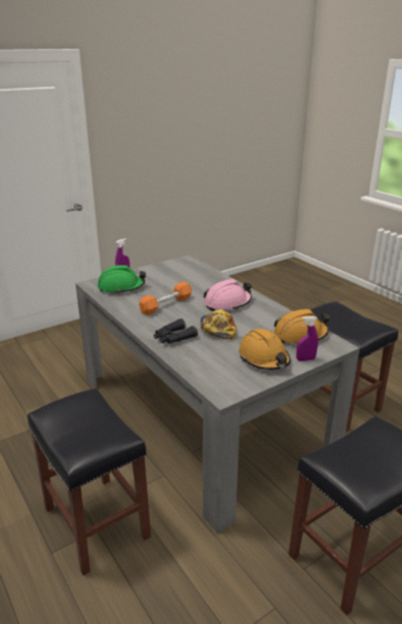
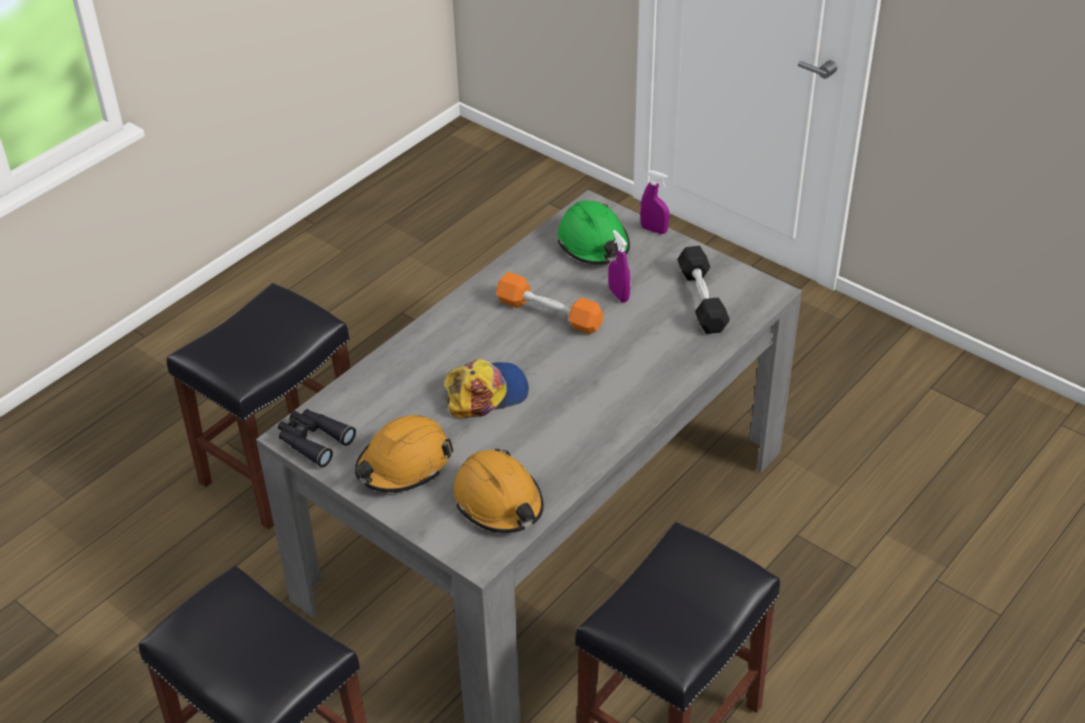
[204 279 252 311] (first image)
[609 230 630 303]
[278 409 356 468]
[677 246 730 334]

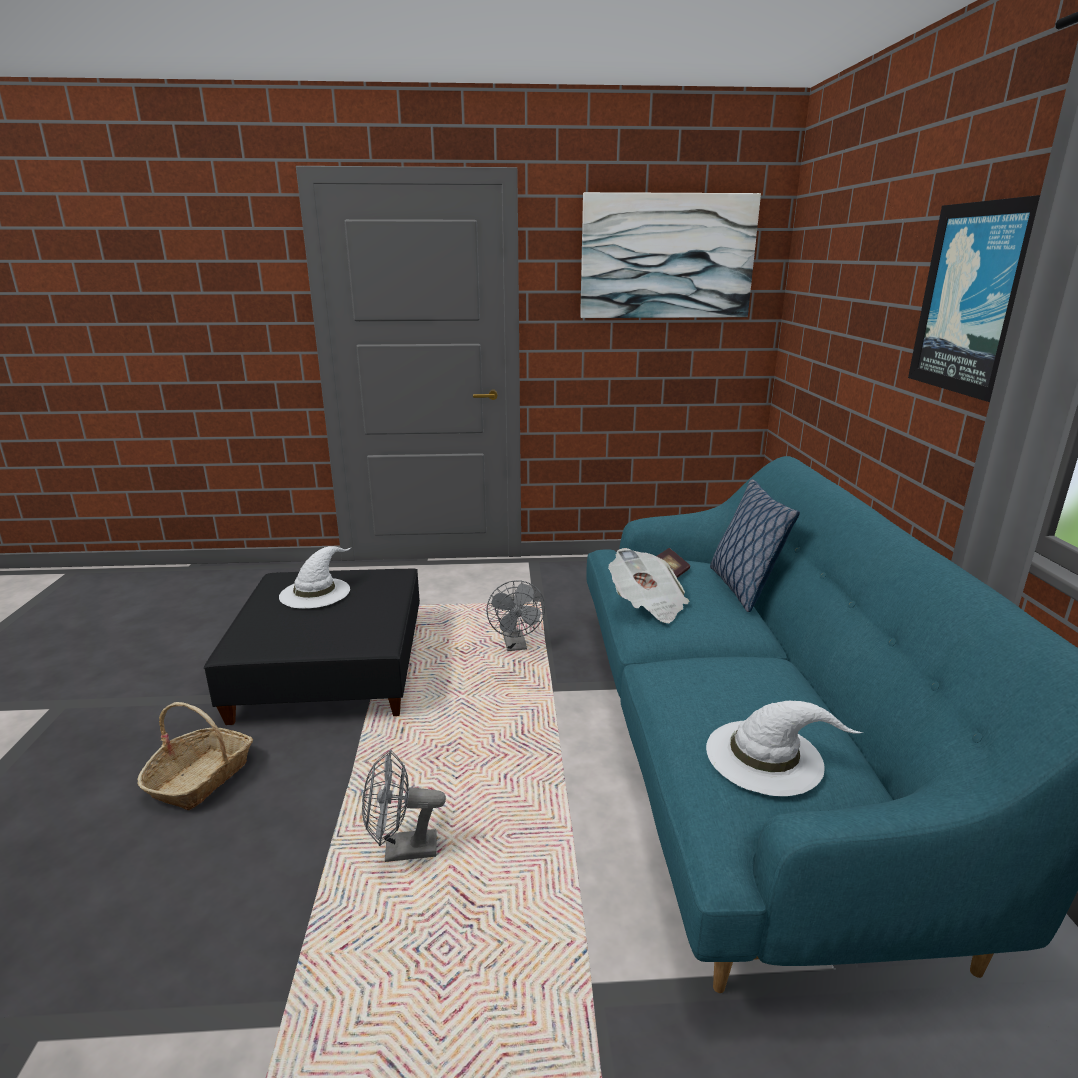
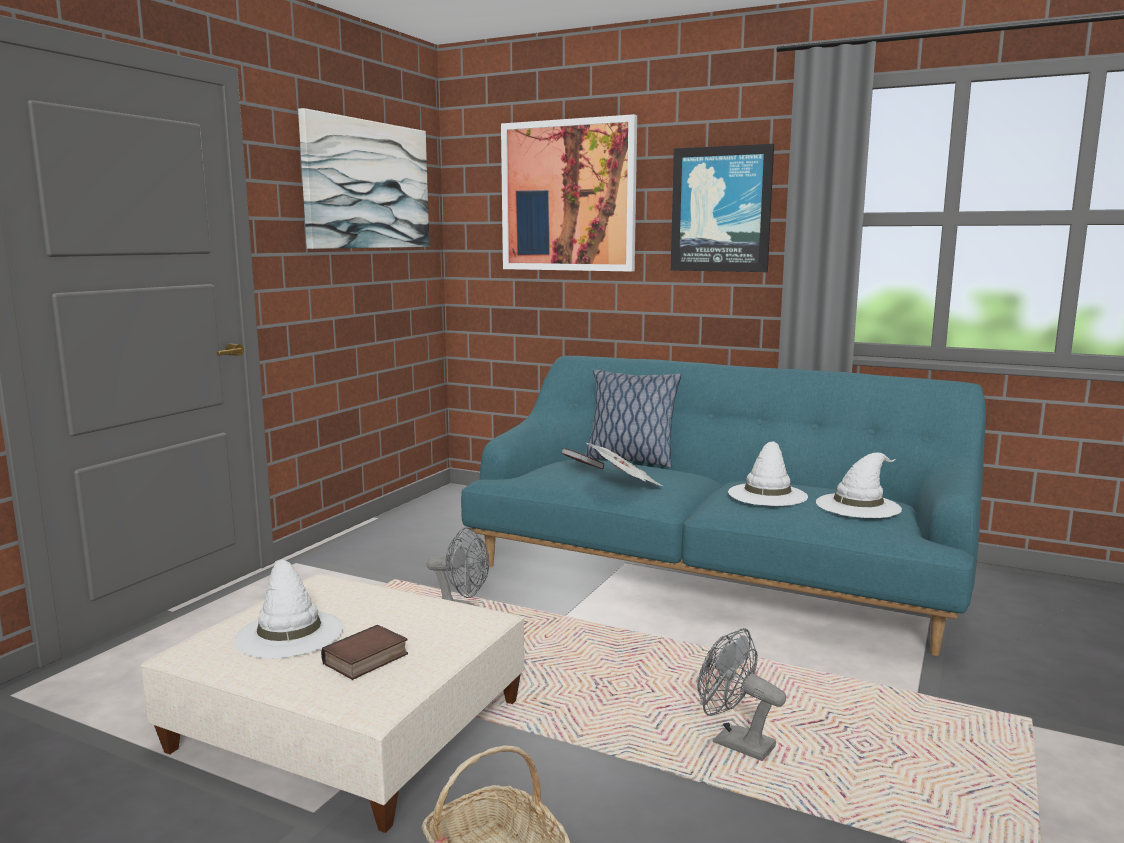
[140 574 524 833]
[697 628 786 761]
[501 114 637 272]
[728 441 808 506]
[321 625 408 680]

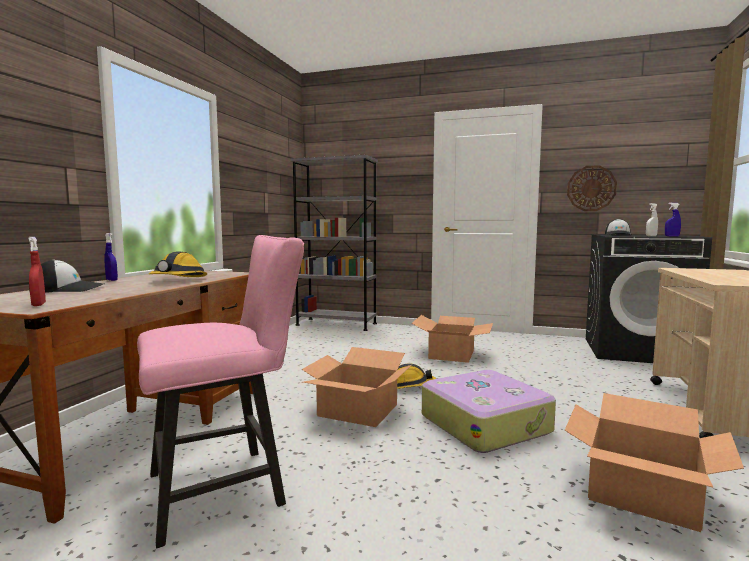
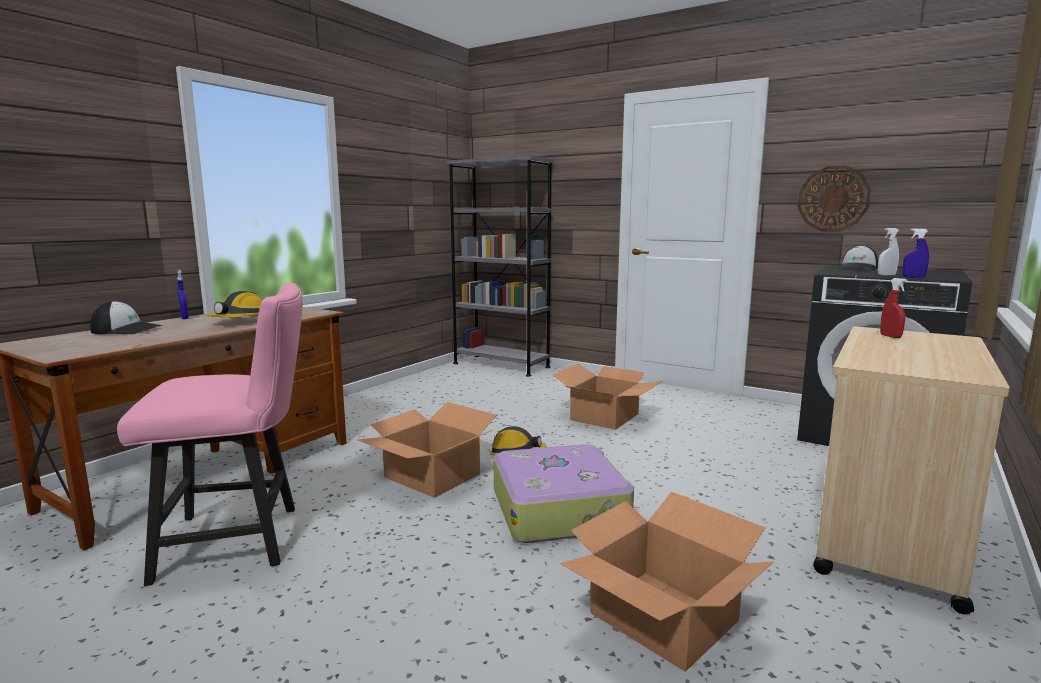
[880 278 908 338]

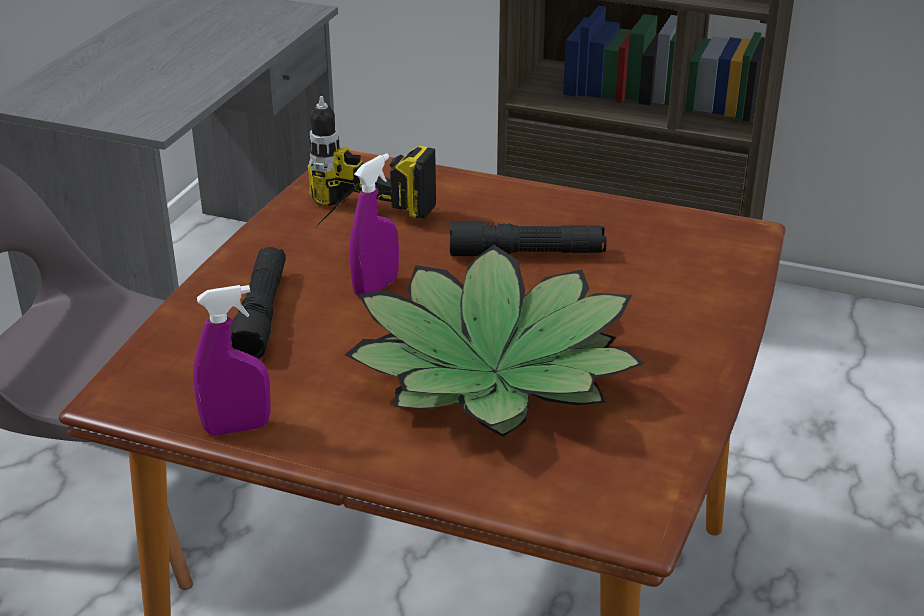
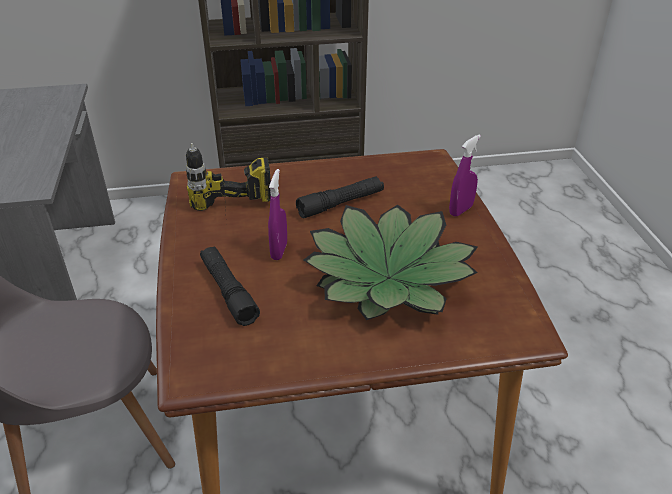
[449 135 481 217]

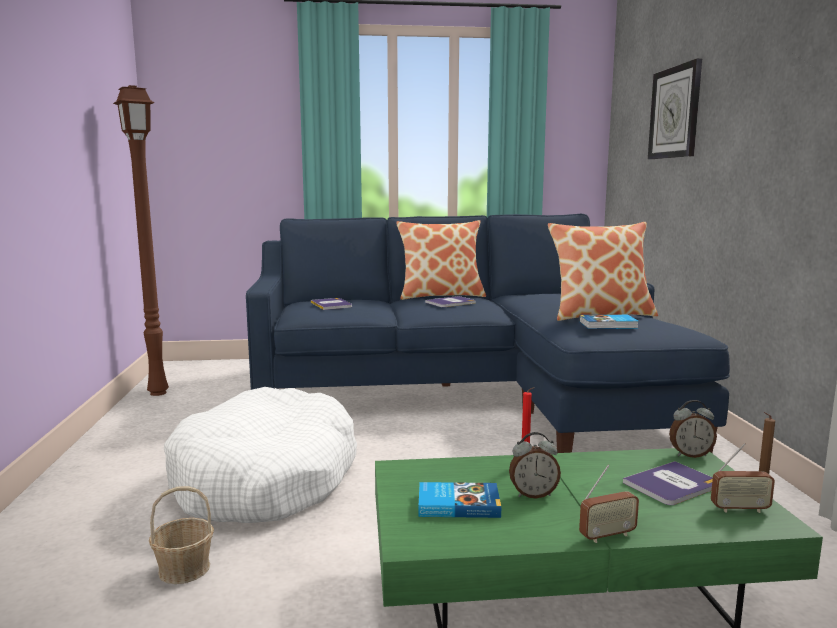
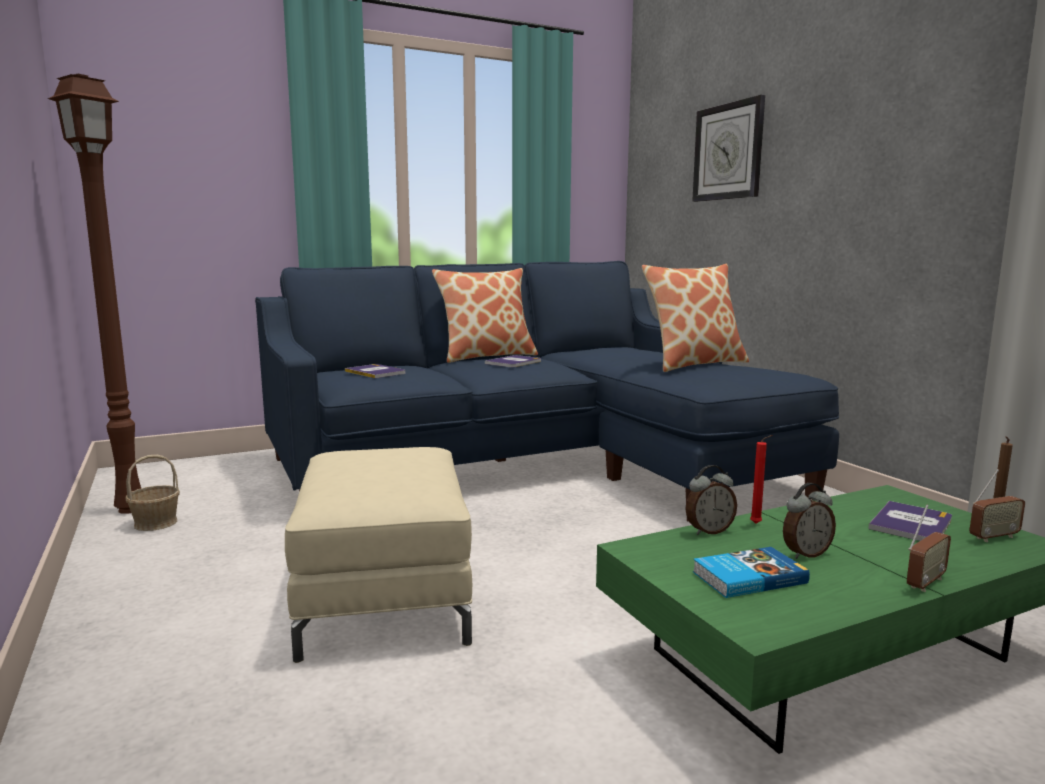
[579 315 638 329] (first image)
[285 447 472 663]
[685 465 737 535]
[126 455 180 531]

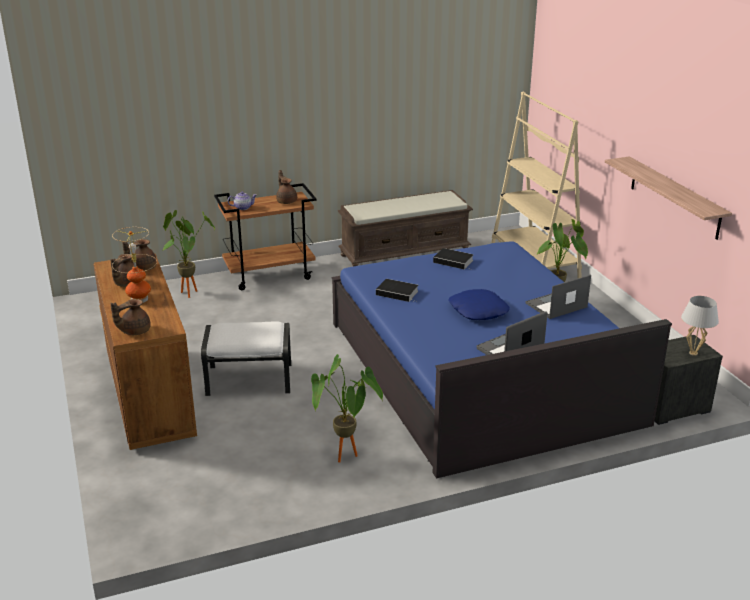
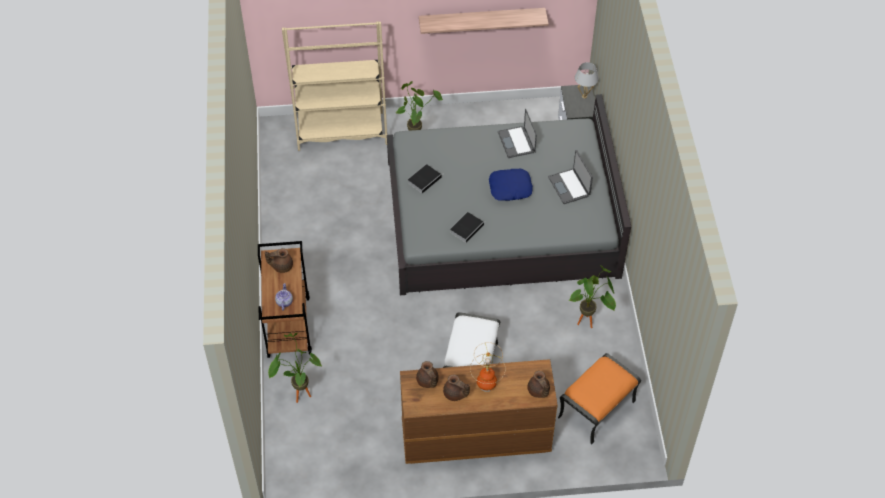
[338 190 473 267] (first image)
[387 94 631 295]
[558 353 641 445]

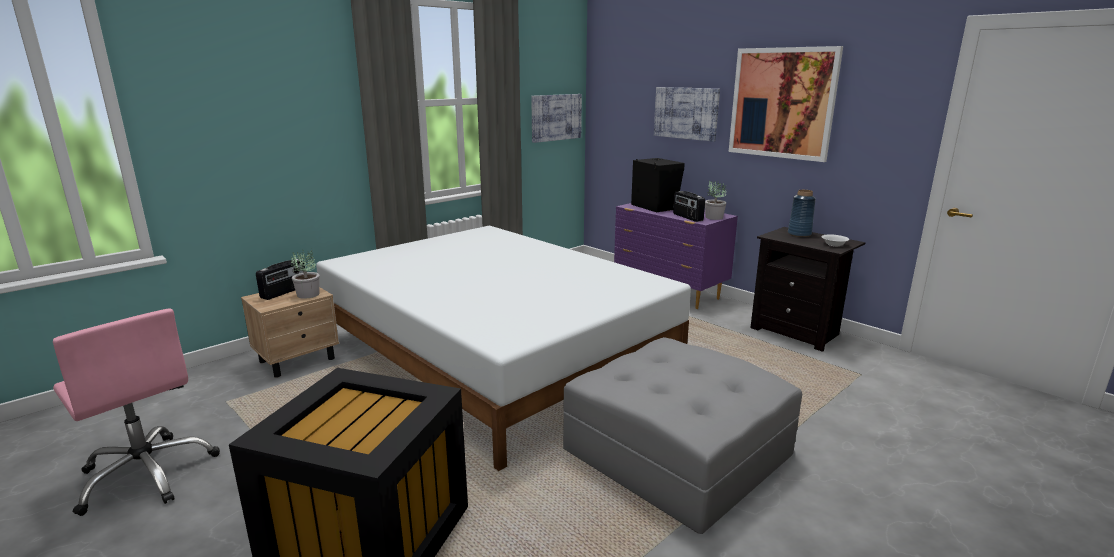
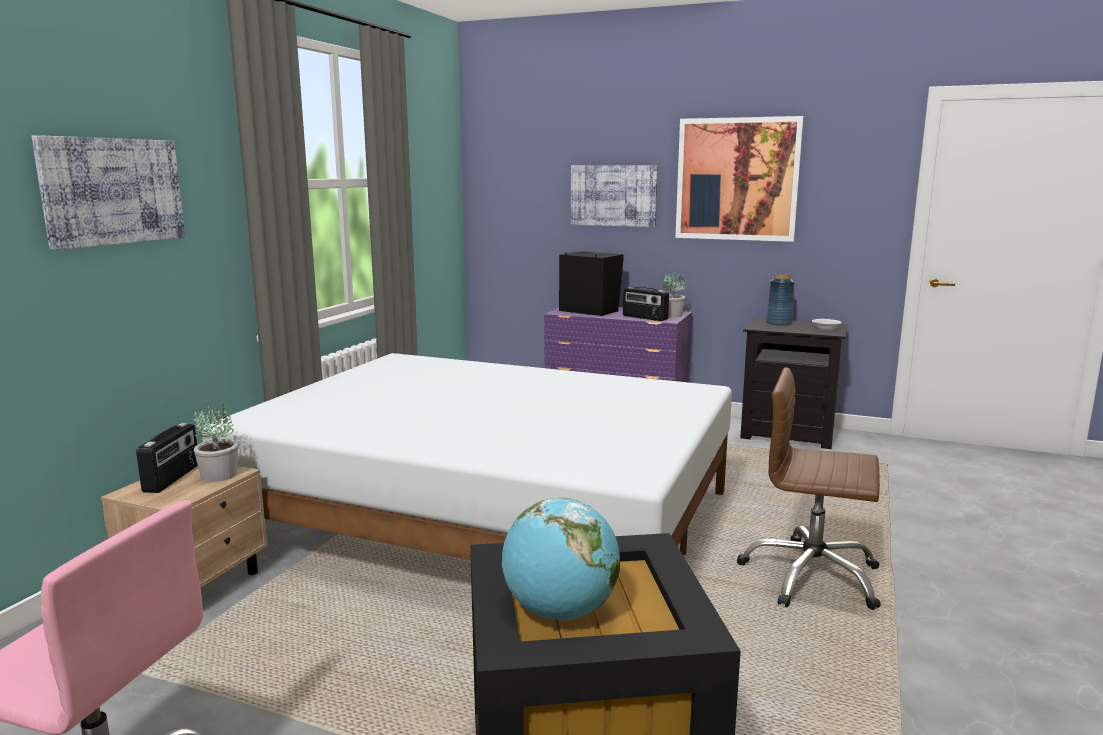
[32 135 185 250]
[737 367 881 610]
[502 498 620 620]

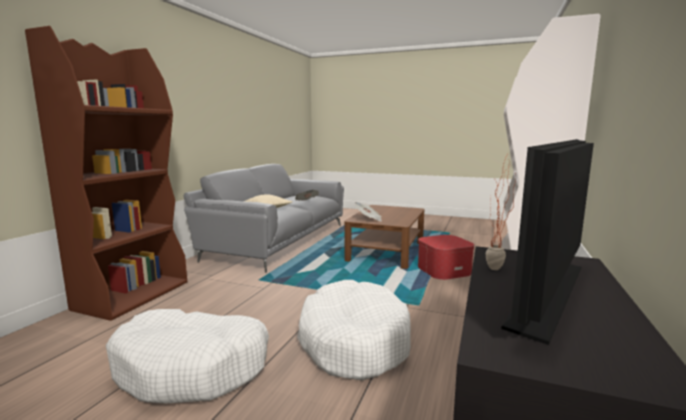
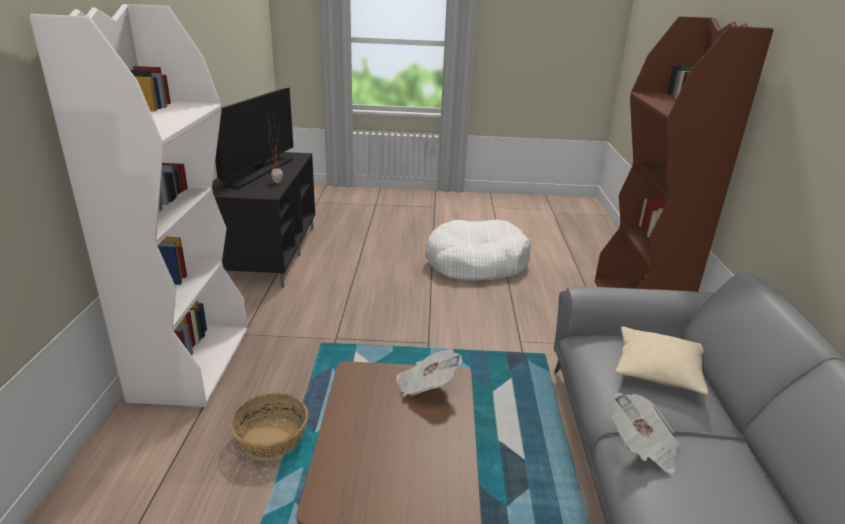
[230 393 308 459]
[297 280 411 381] (first image)

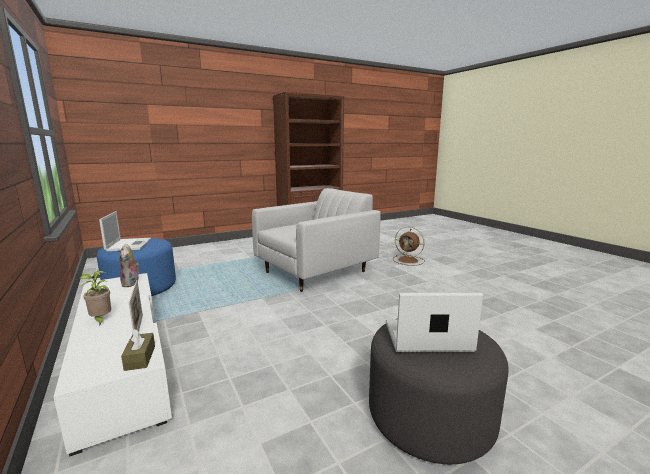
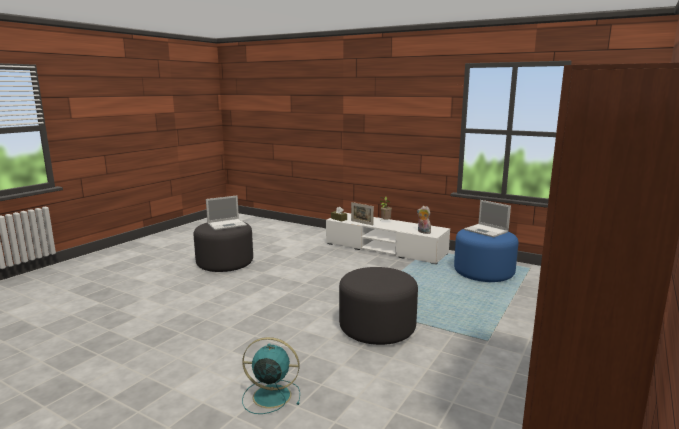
[339 267 418 345]
[242 337 300 414]

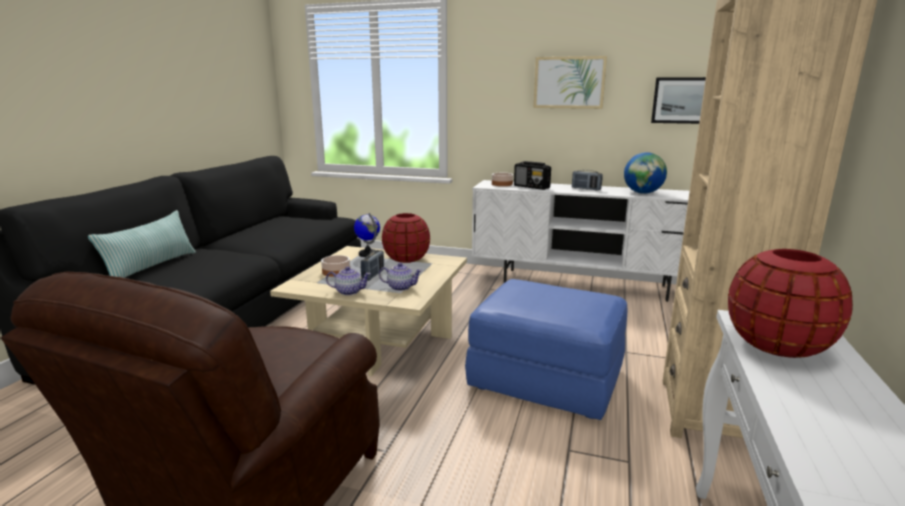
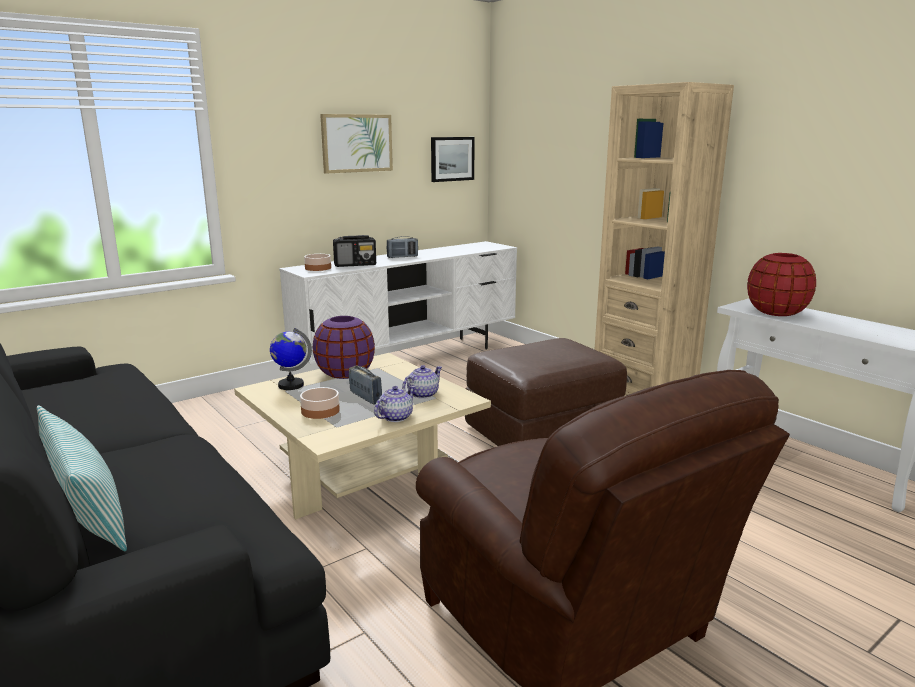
[624 152 667 194] (first image)
[313 316 375 379]
[465 338 627 446]

